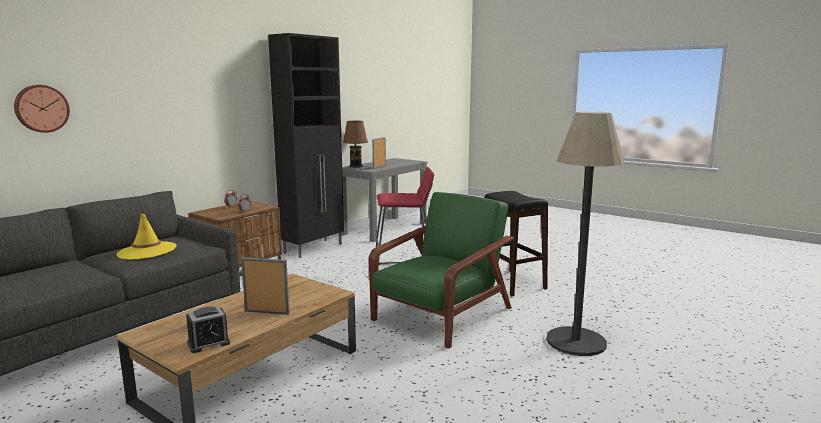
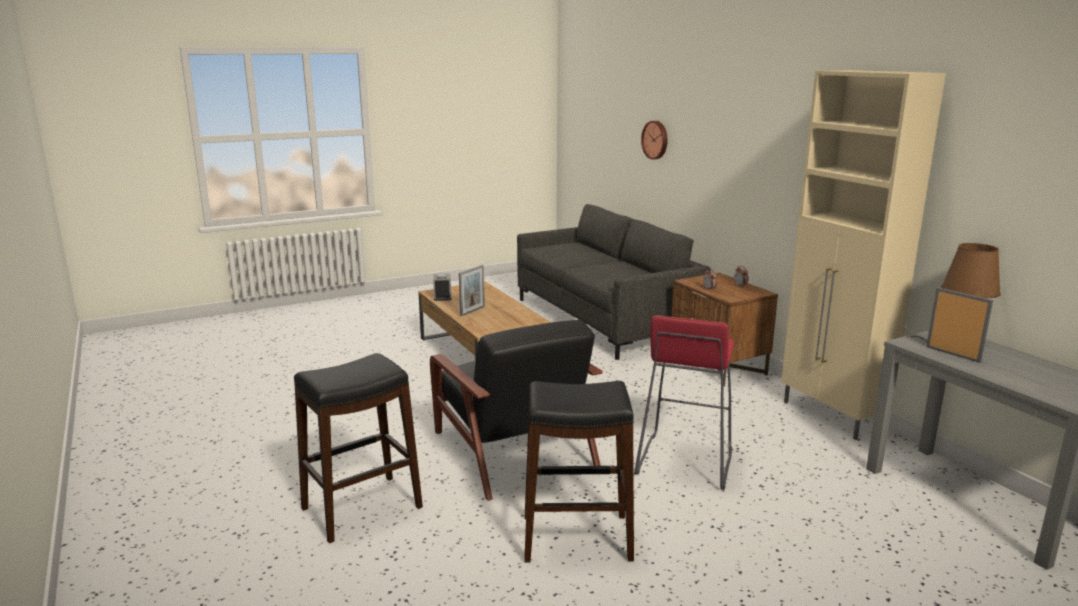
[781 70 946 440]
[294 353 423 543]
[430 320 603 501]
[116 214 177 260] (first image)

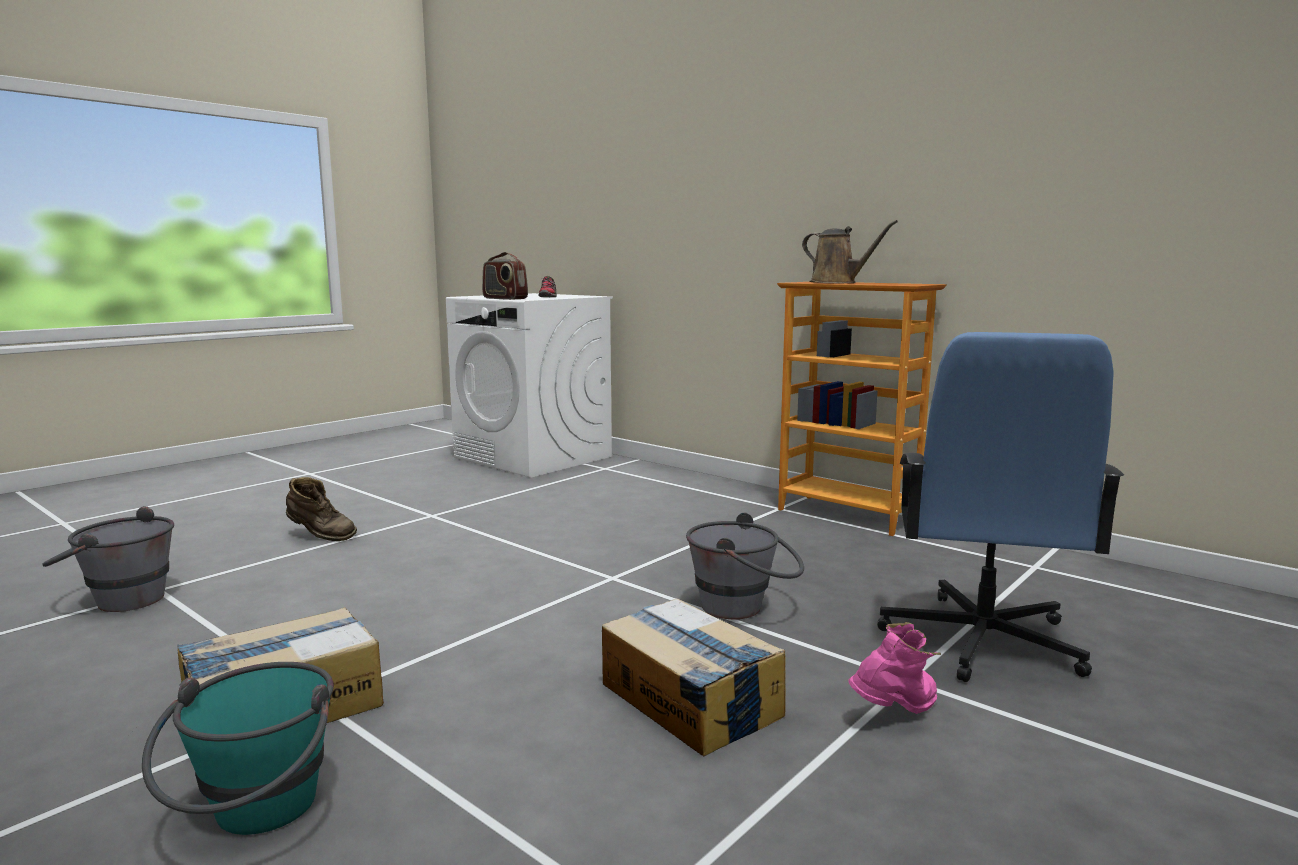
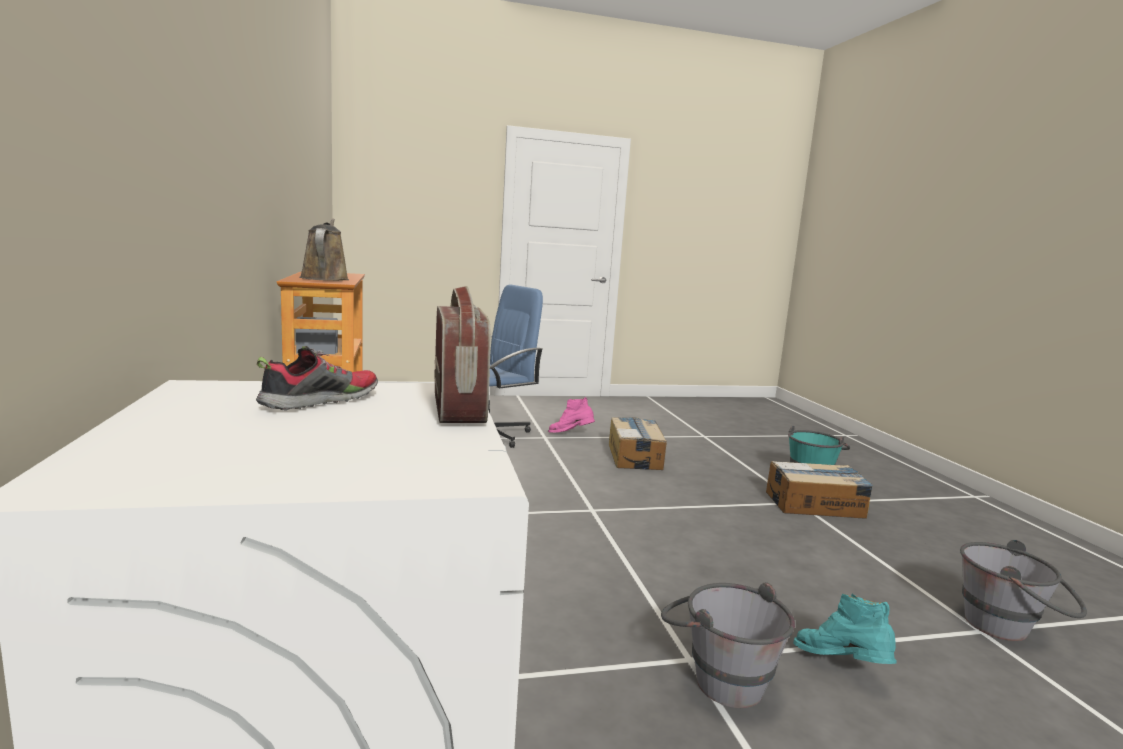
[793 594 897 664]
[661 582 795 708]

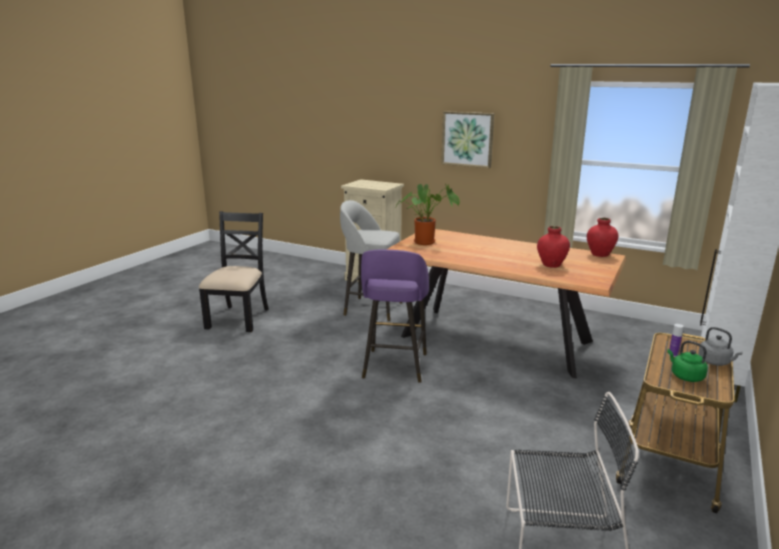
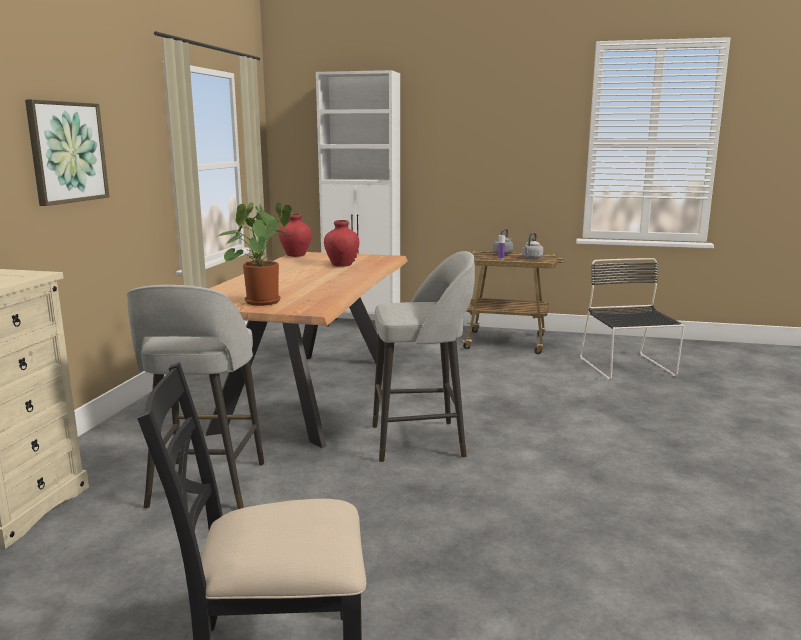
[372 251 475 462]
[522 232 543 259]

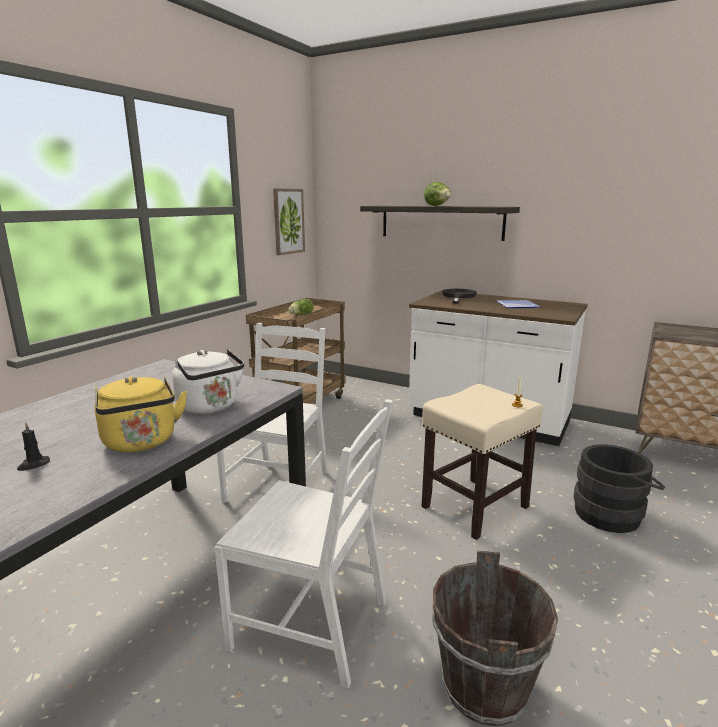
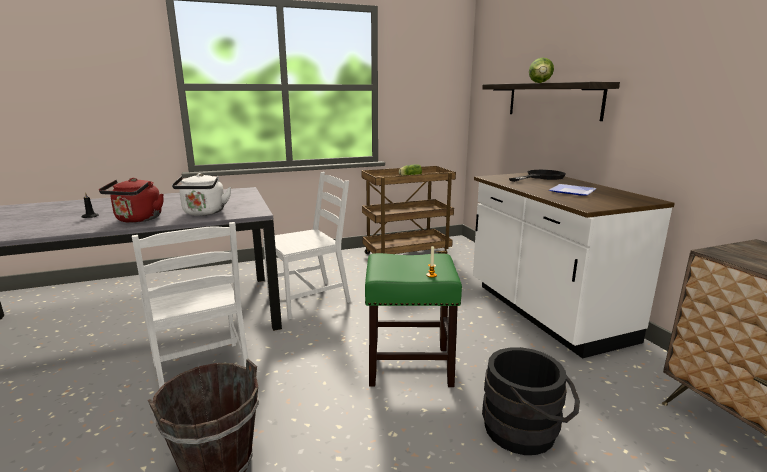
[273 188 305 255] (first image)
[99 178 164 223]
[365 253 462 387]

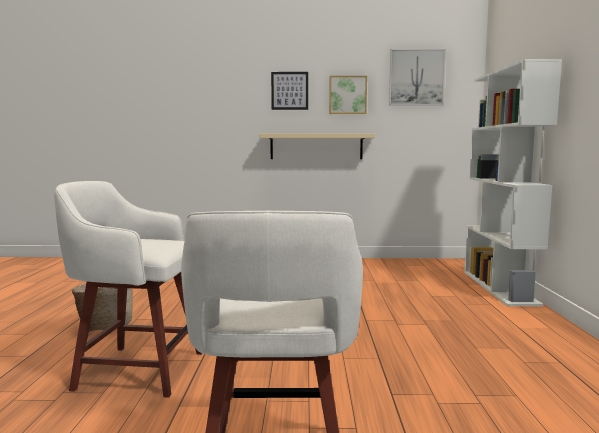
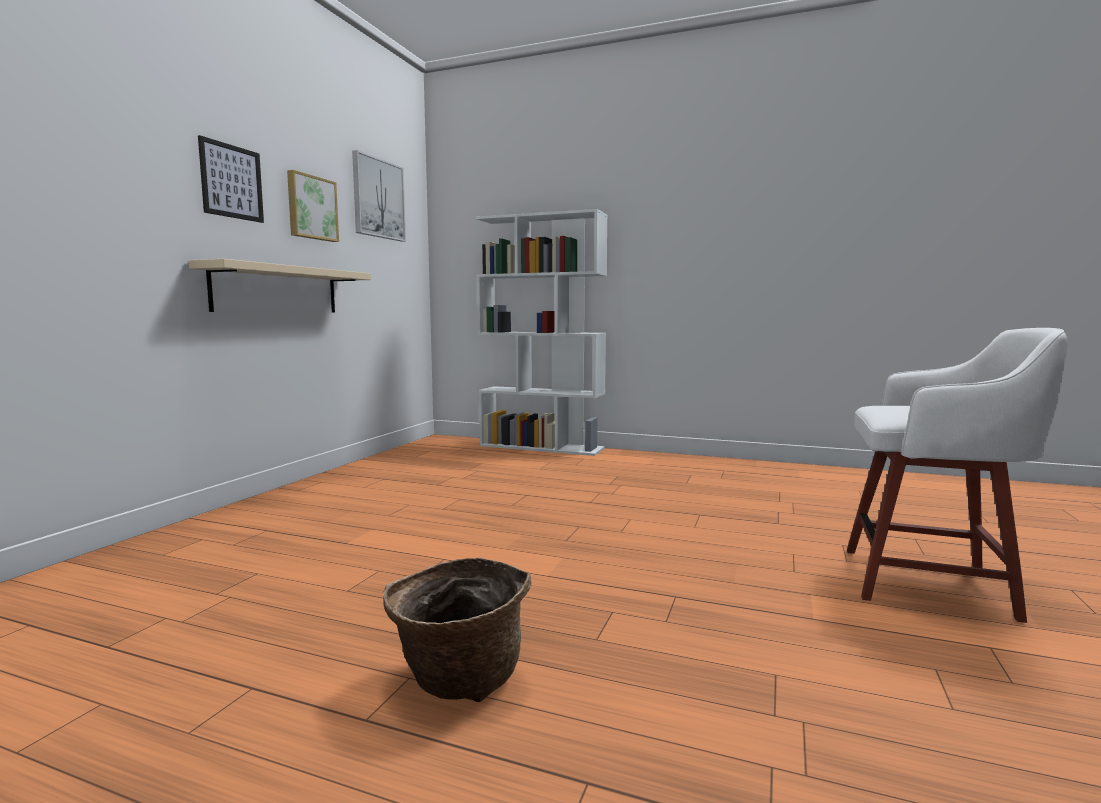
[54 181 202 398] (first image)

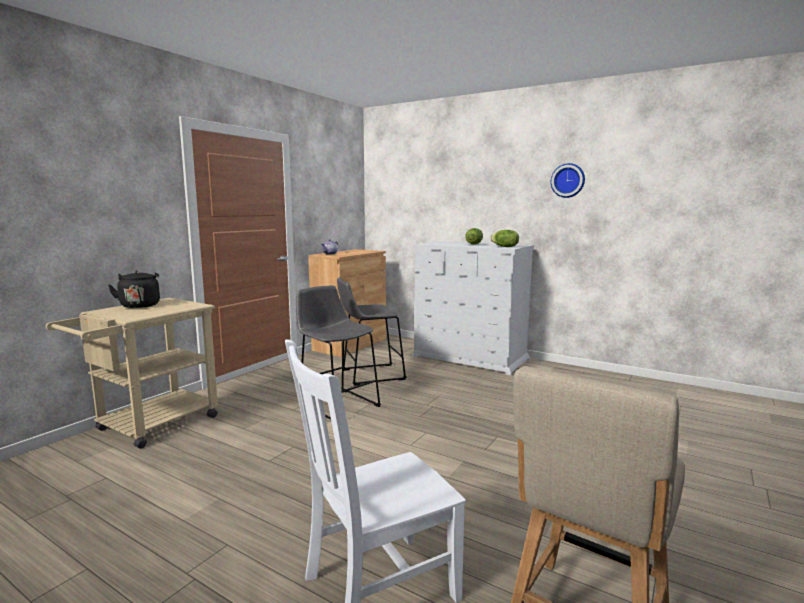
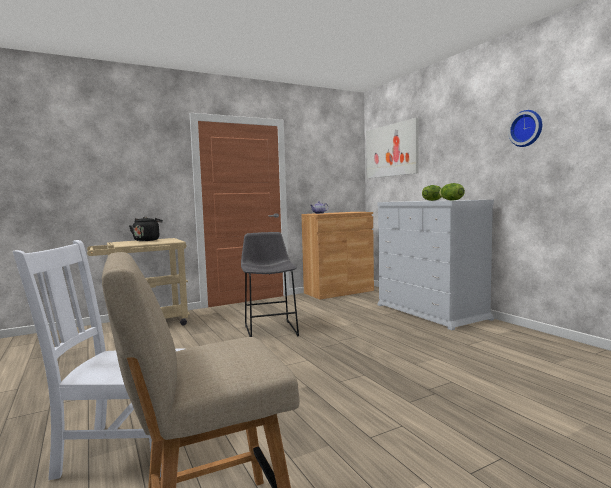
[337 277 406 386] (first image)
[366 118 419 178]

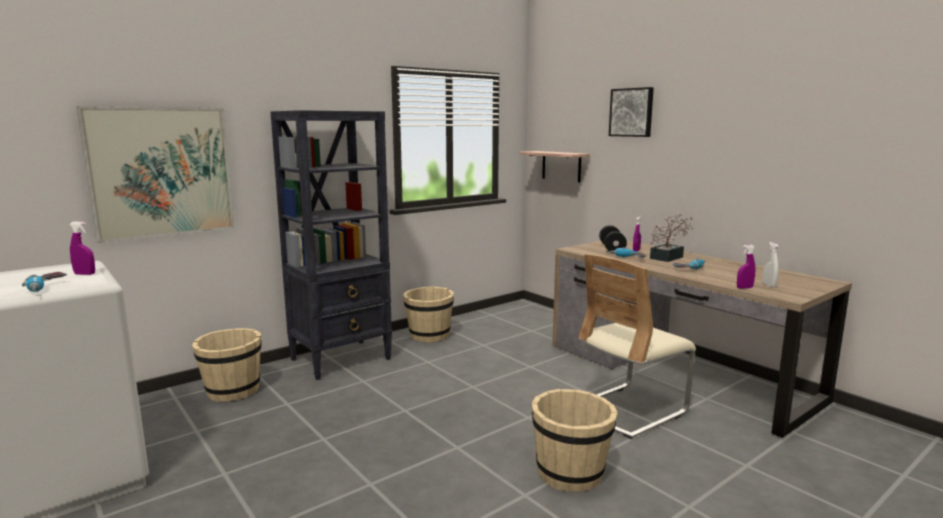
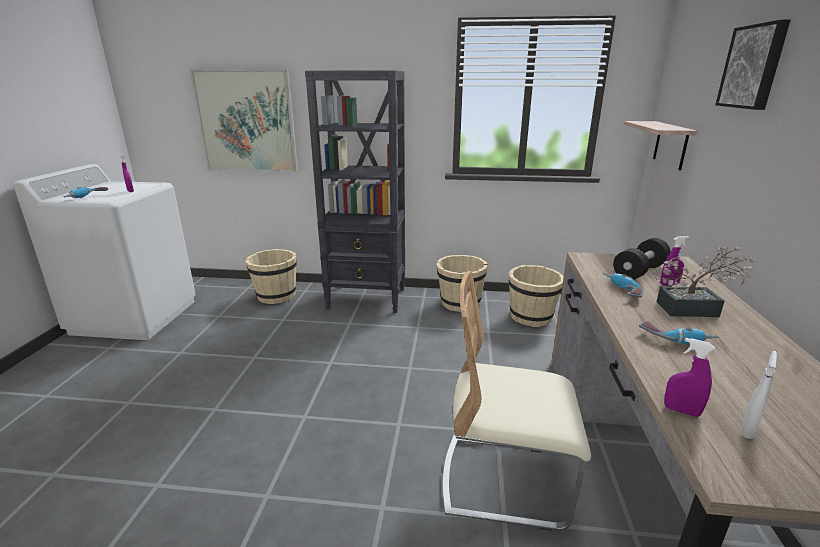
[509 265 564 327]

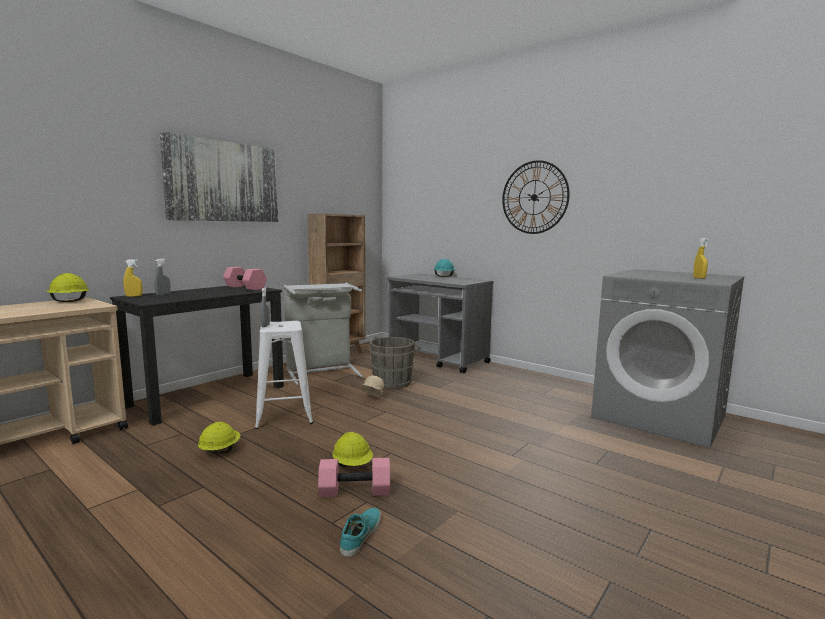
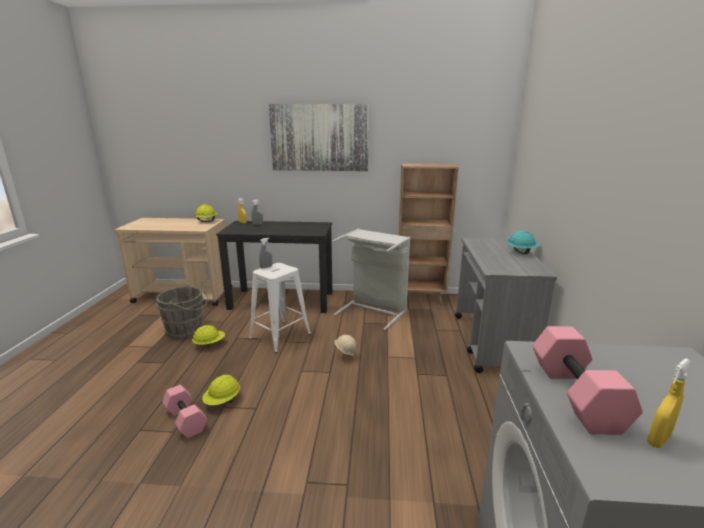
[502 160 570 234] (first image)
[532 326 643 435]
[156 285 208 339]
[340 508 381 557] (first image)

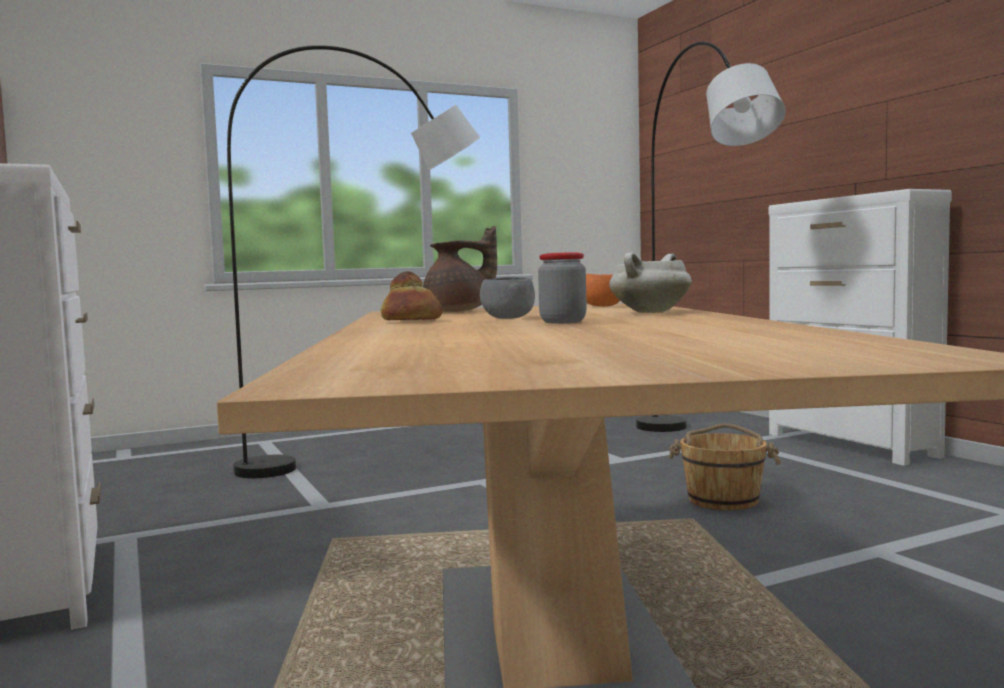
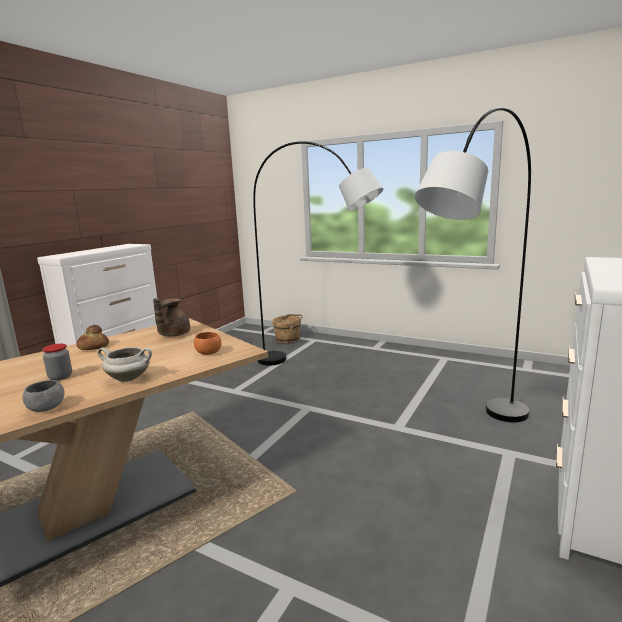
[153 298 190 337]
[23 380 65 412]
[272 314 302 343]

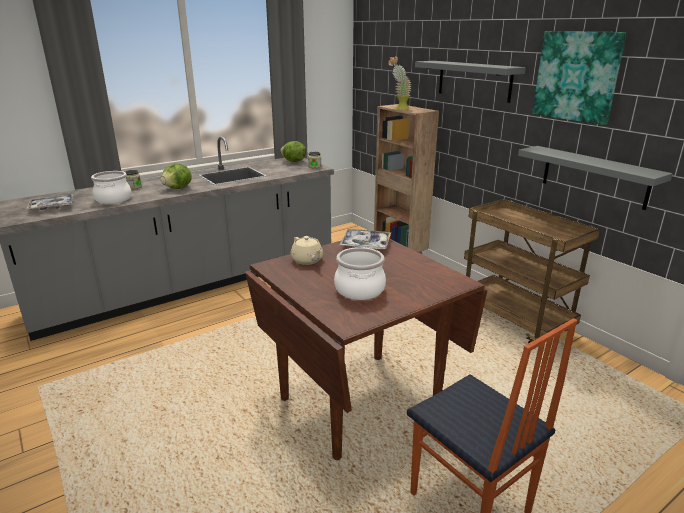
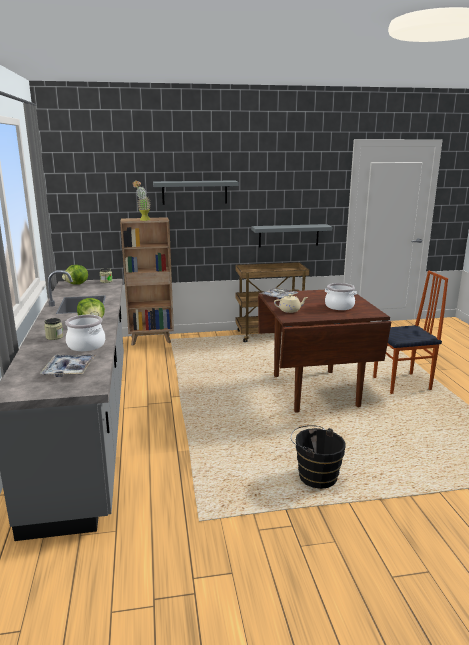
[532 31 627 125] (first image)
[291 425 345 489]

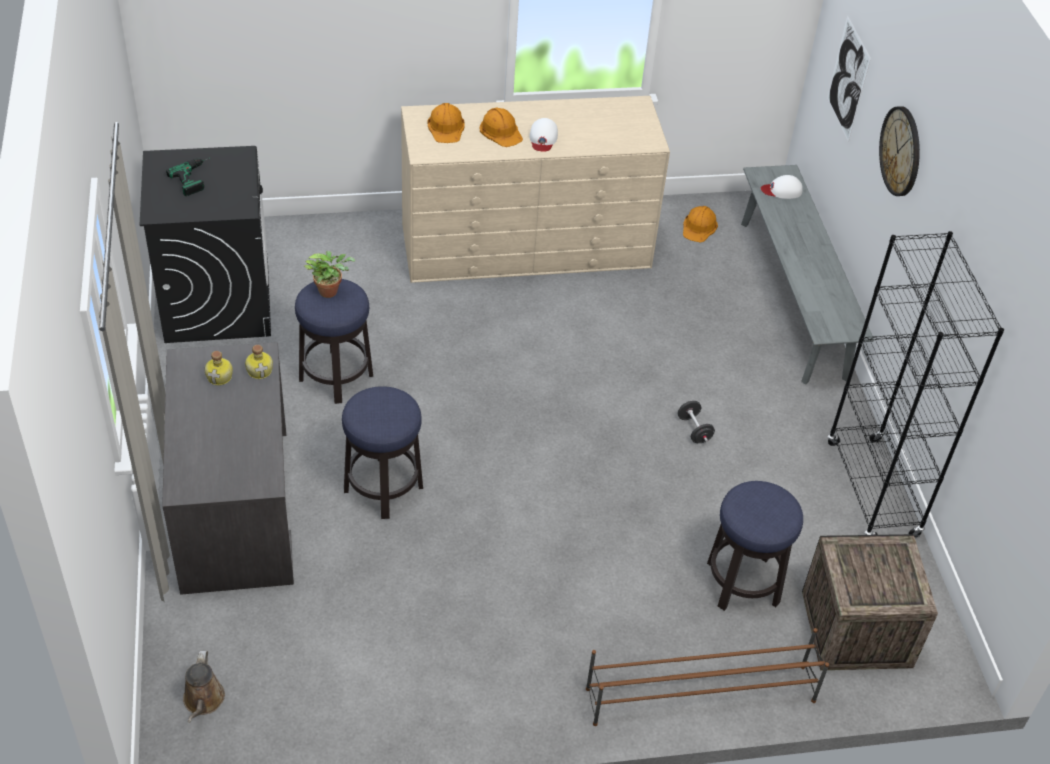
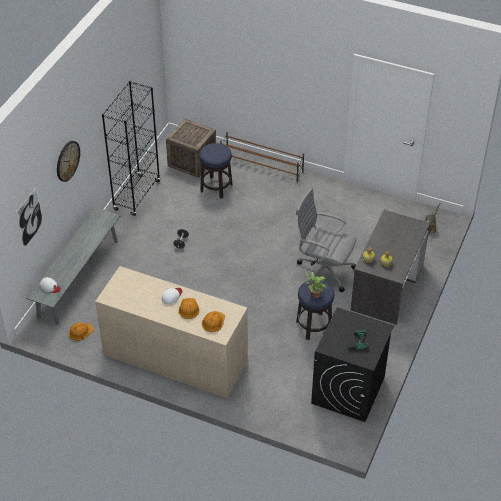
[296 188 357 292]

